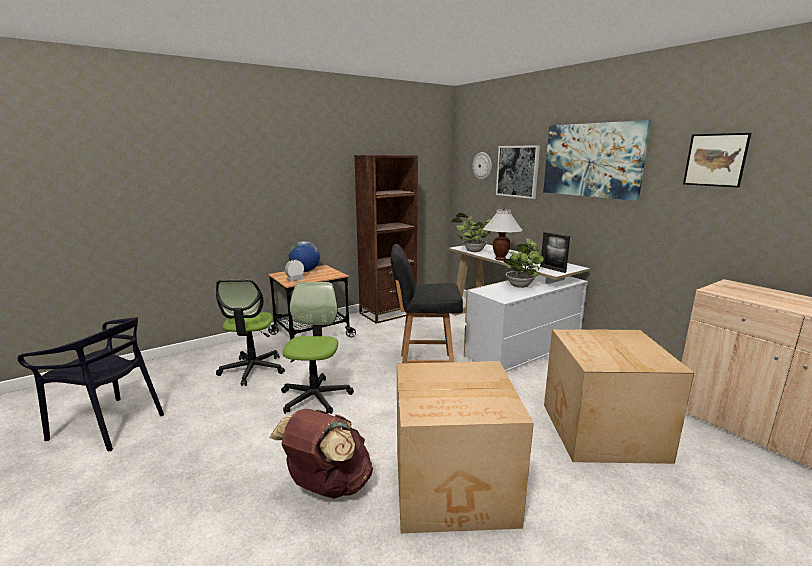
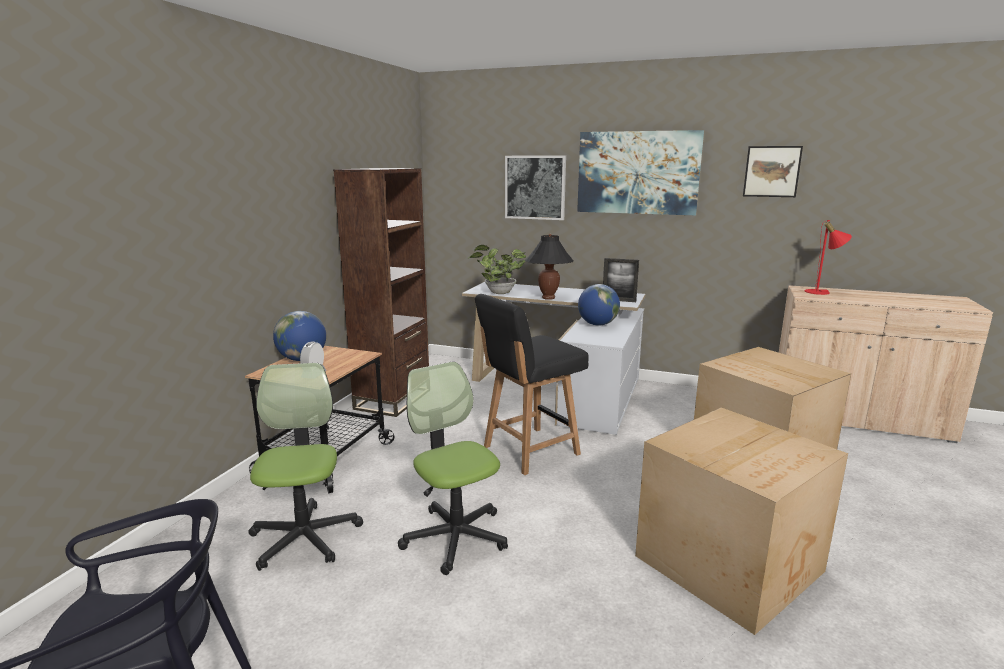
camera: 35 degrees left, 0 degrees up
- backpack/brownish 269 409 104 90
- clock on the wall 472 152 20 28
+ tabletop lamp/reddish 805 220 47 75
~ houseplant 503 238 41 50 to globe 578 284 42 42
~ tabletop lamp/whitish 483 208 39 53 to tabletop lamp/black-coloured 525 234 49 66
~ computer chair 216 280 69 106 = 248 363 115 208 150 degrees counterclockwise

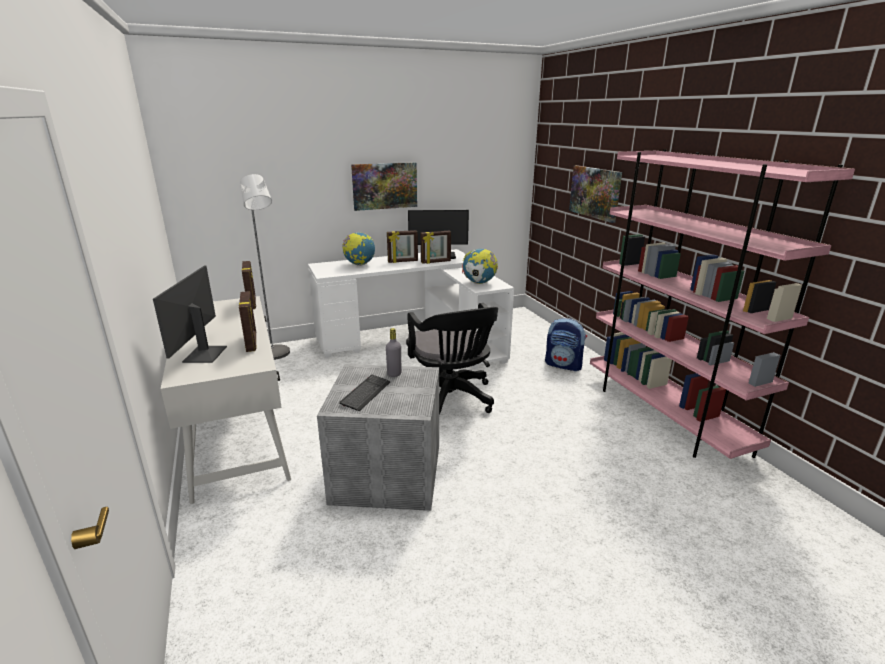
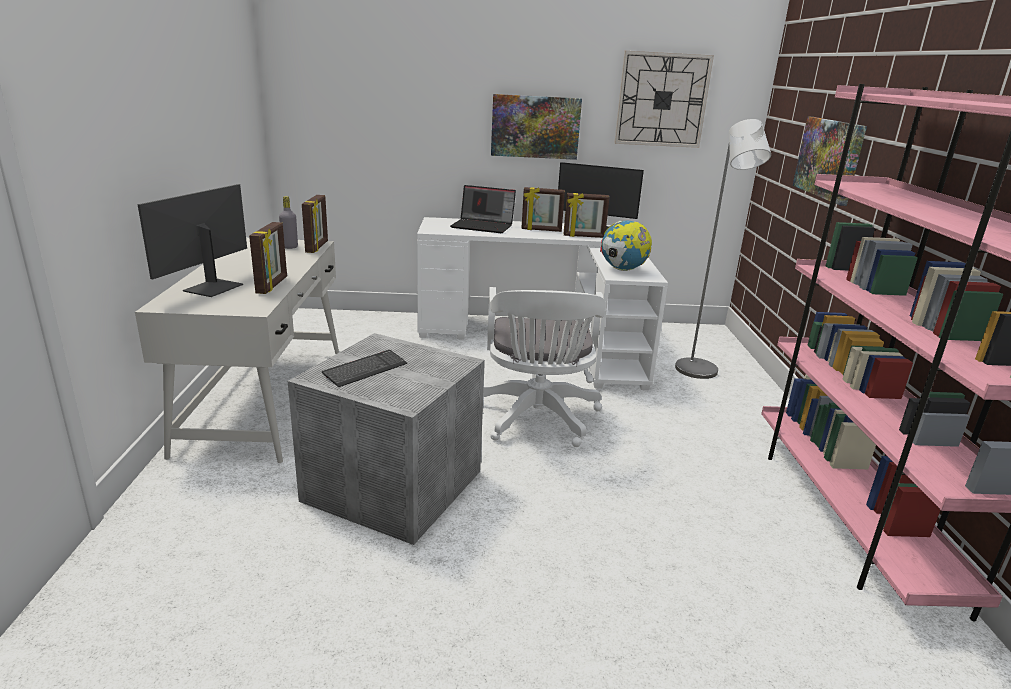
camera: 20 degrees right, 0 degrees up
- backpack 545 318 42 53
+ clock on the wall 614 51 100 97
~ standard lamp/greyish 240 174 50 186 to 675 119 96 260
~ drink bottle/greyish 386 328 15 49 to 279 196 19 53
~ globe 342 232 33 34 to portable computer 450 185 66 48
~ computer chair/black-coloured 406 303 92 112 to computer chair/whitish 483 287 123 160

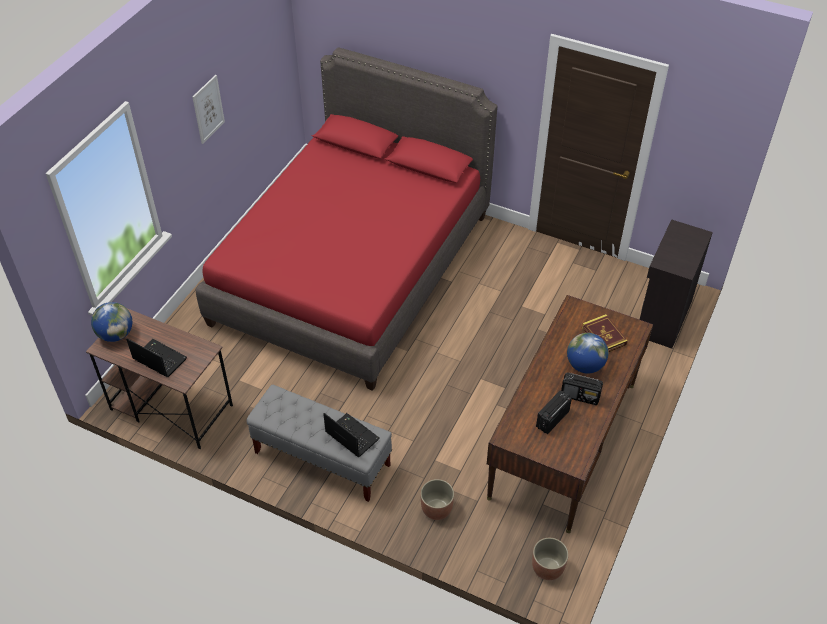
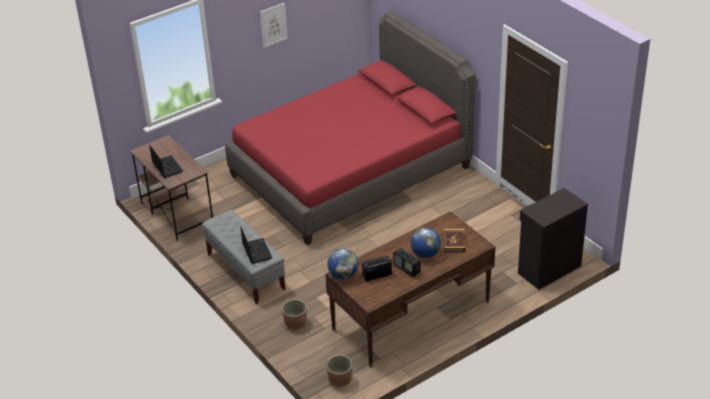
camera: 30 degrees right, 10 degrees down
~ globe 91 302 41 40 to 327 248 31 31

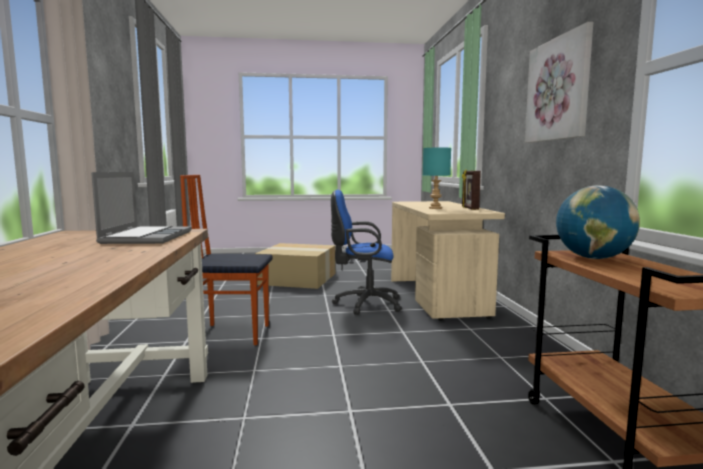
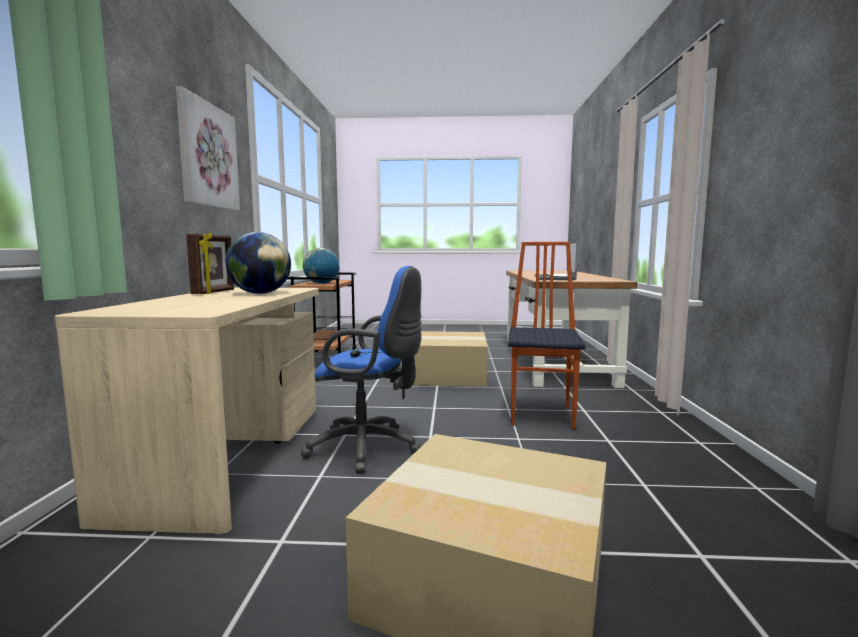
camera: 170 degrees left, 0 degrees up
+ packing box 413 331 75 56
~ tabletop lamp/turquoise 423 148 28 61 to globe 226 232 65 62
~ chair 180 175 93 170 = 508 242 77 188 90 degrees counterclockwise

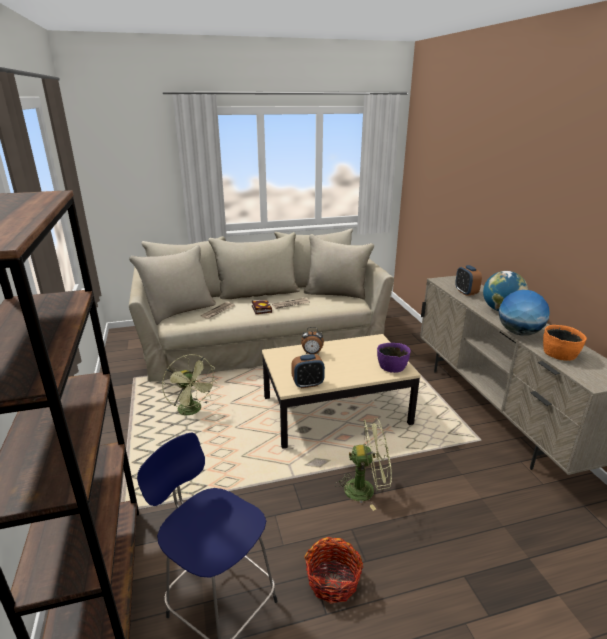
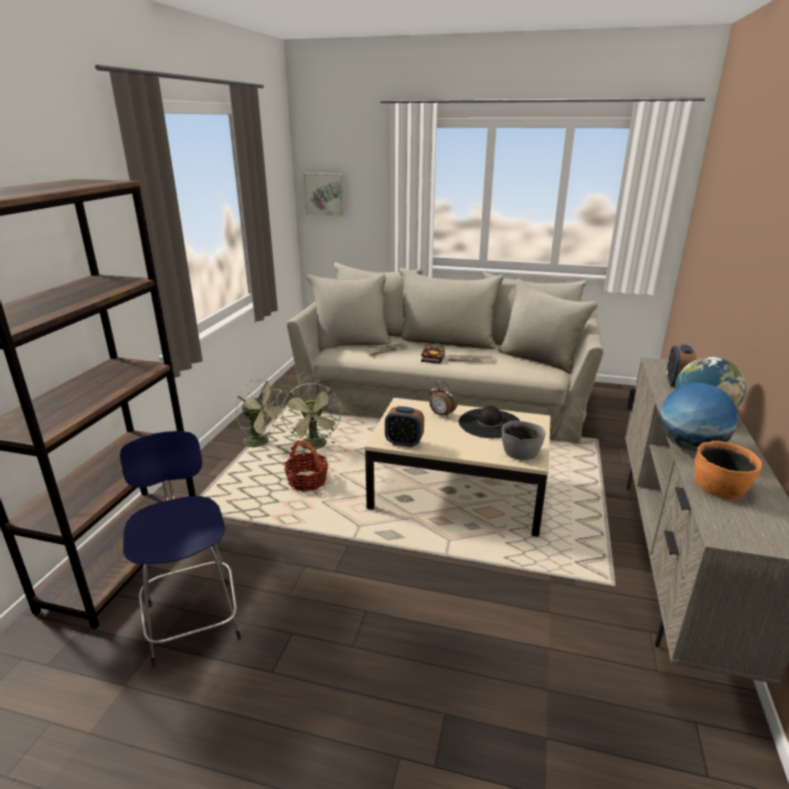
camera: 30 degrees right, 0 degrees up
+ picture 303 173 42 44
+ wearable hat/black-coloured 459 406 61 32
~ storage basket 304 537 59 67 to 284 440 44 52
~ cooling fan/green-coloured 335 418 57 93 to 236 379 49 68
~ serving bowl/purple-coloured 377 343 34 30 to serving bowl/greyish 502 421 43 39

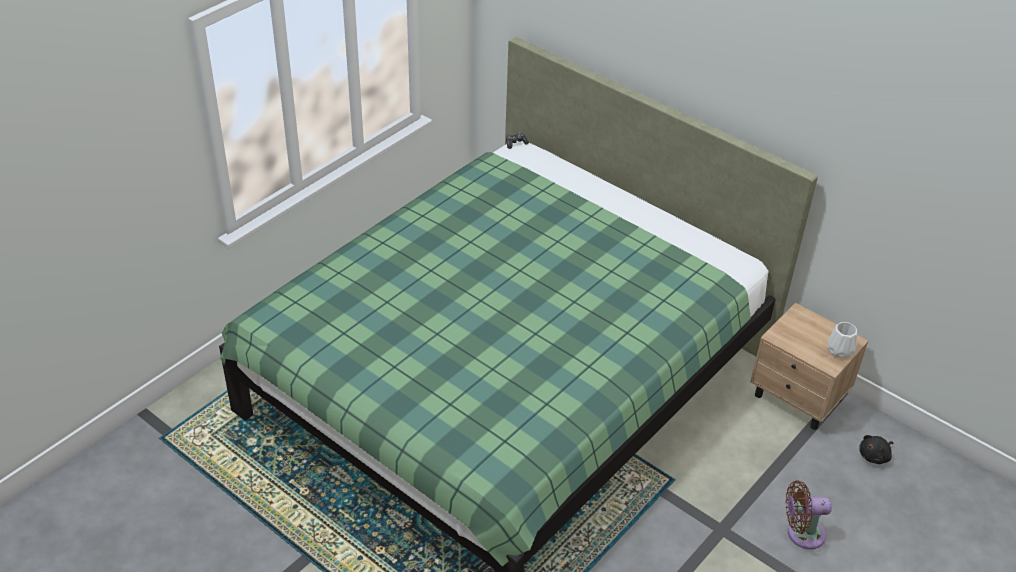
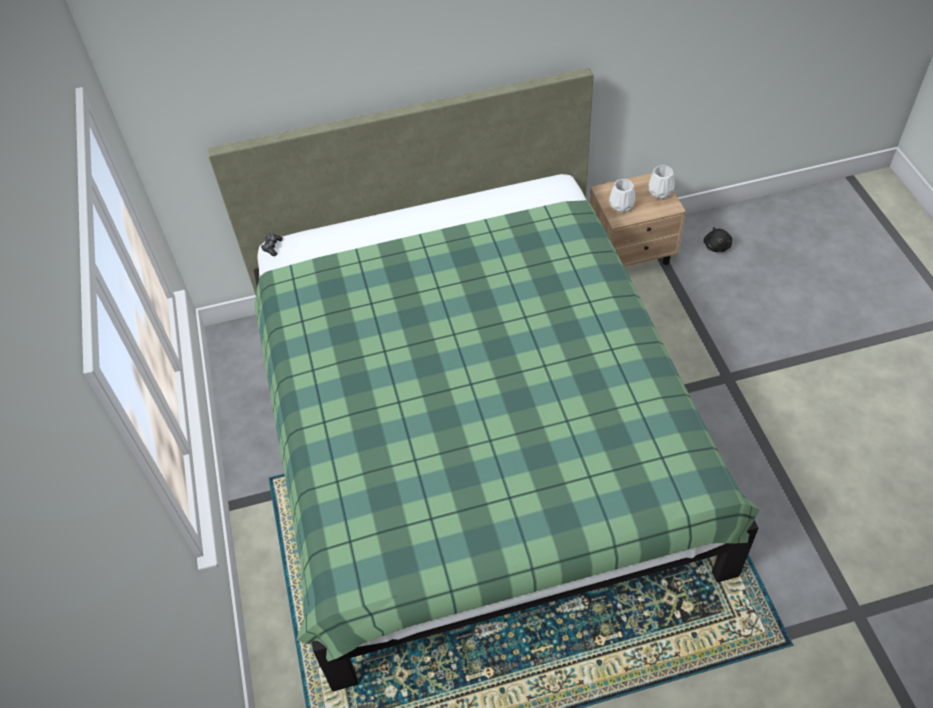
camera: 50 degrees left, 10 degrees up
- cooling fan/brownish 786 480 46 69
+ vase/whitish 609 179 26 34

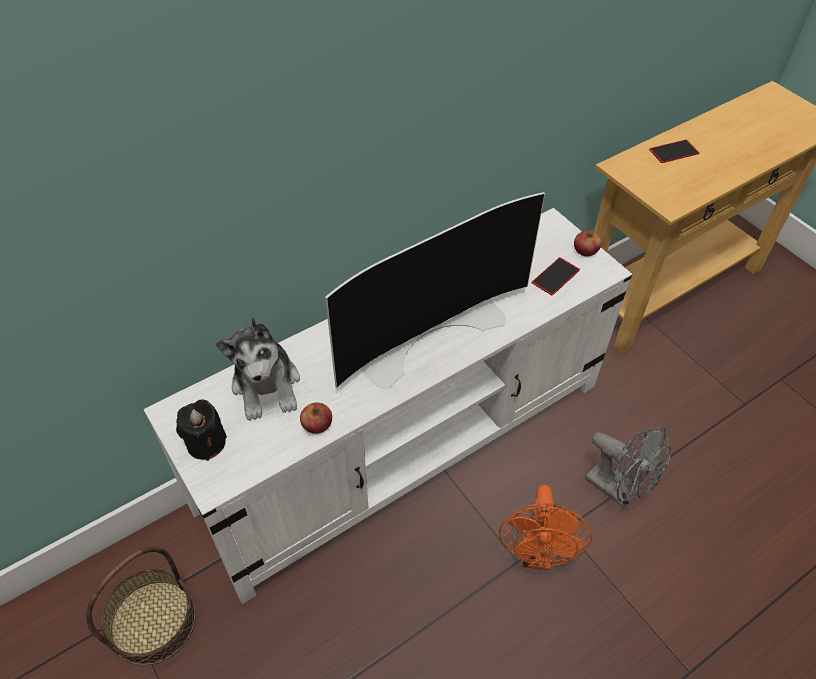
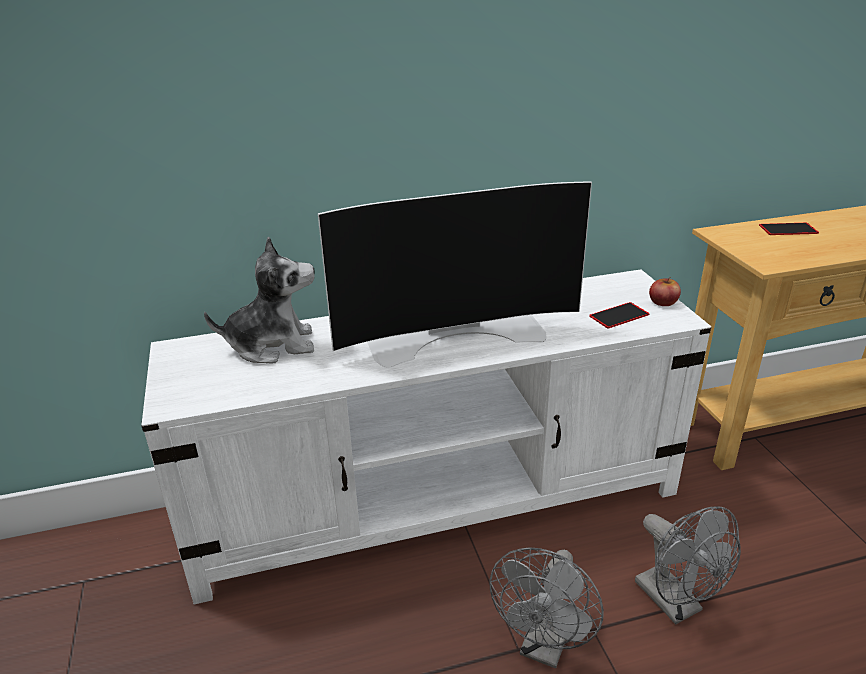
camera: 20 degrees right, 20 degrees down
- storage basket 86 547 110 119
- wax light/black-coloured 176 399 51 62
- apple fruit 300 403 32 31
~ cooling fan/orange 499 485 93 85 to cooling fan/greyish 489 547 115 121
~ plush toy 216 317 84 104 = 204 236 111 128 105 degrees counterclockwise

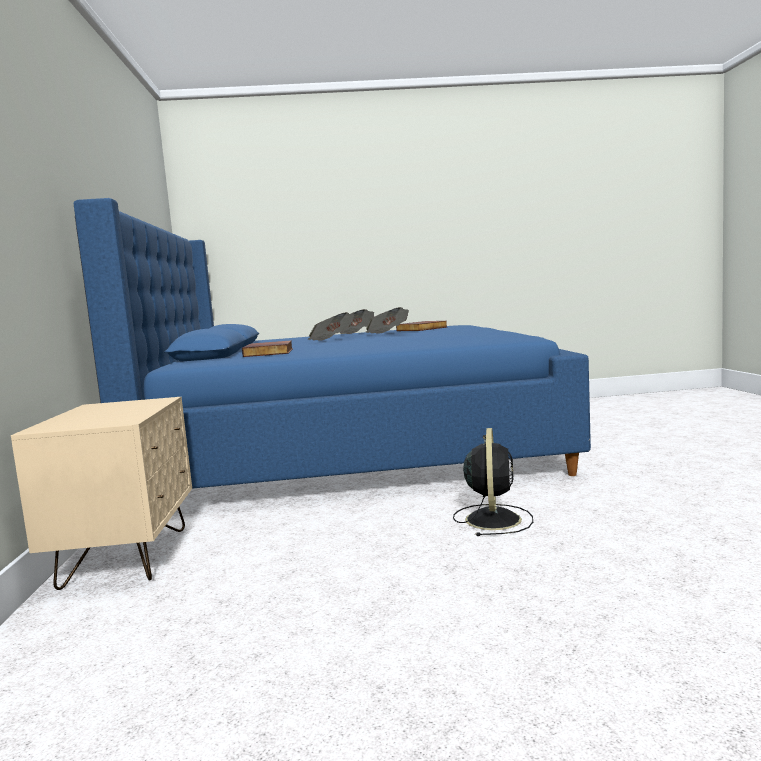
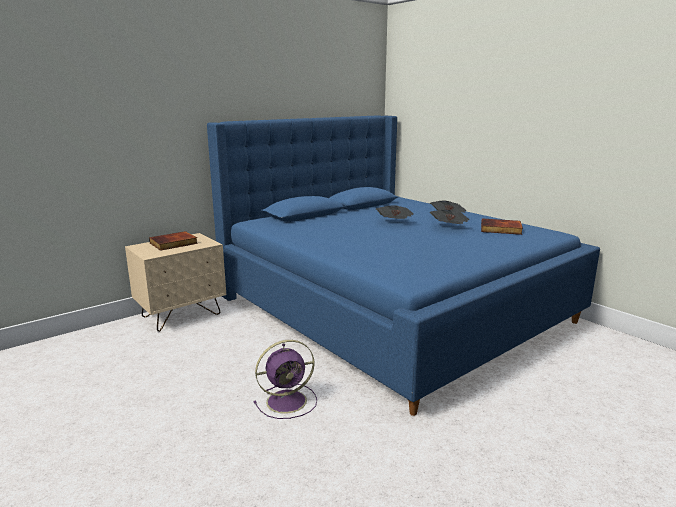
camera: 55 degrees right, 10 degrees up
~ bound book 242 340 51 17 to 149 231 49 20
~ cooling fan/black-coloured 453 428 80 108 to cooling fan/purple-coloured 254 340 63 79

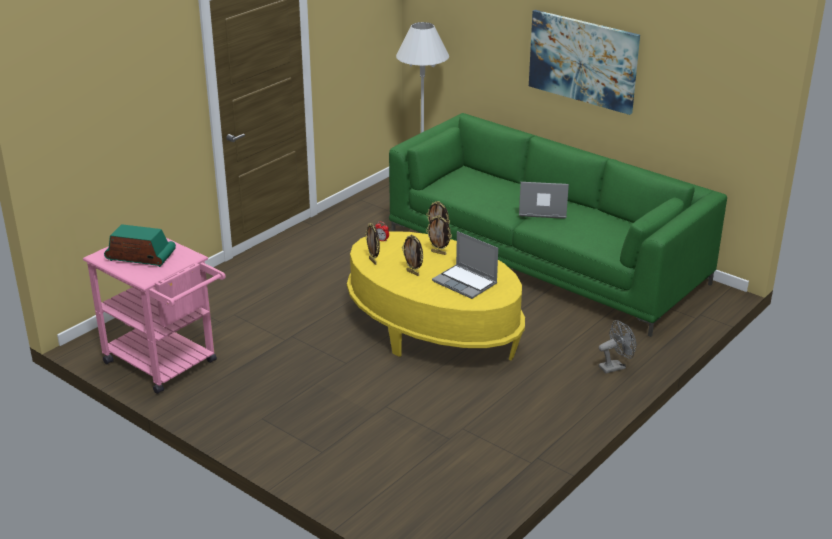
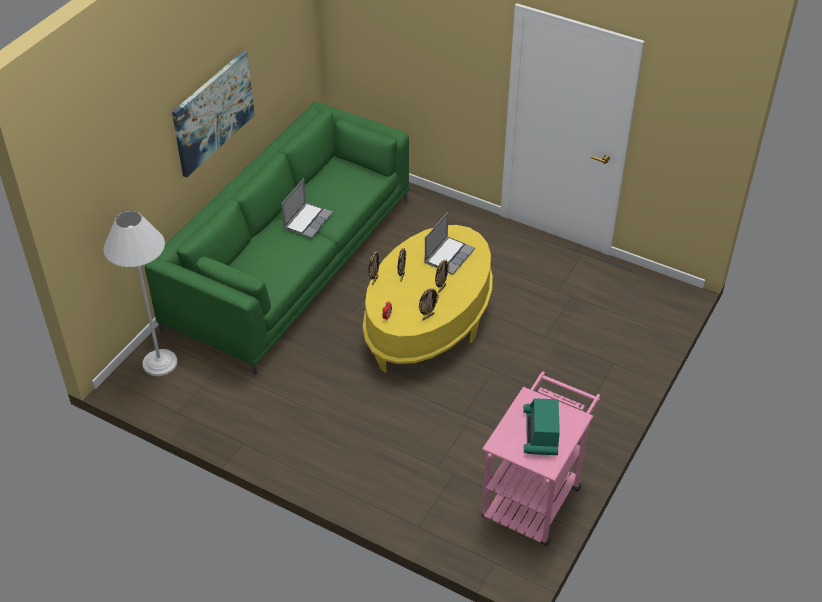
camera: 100 degrees left, 15 degrees up
- cooling fan/greyish 599 320 37 54
~ portable computer 519 182 50 37 = 281 178 52 60 150 degrees counterclockwise

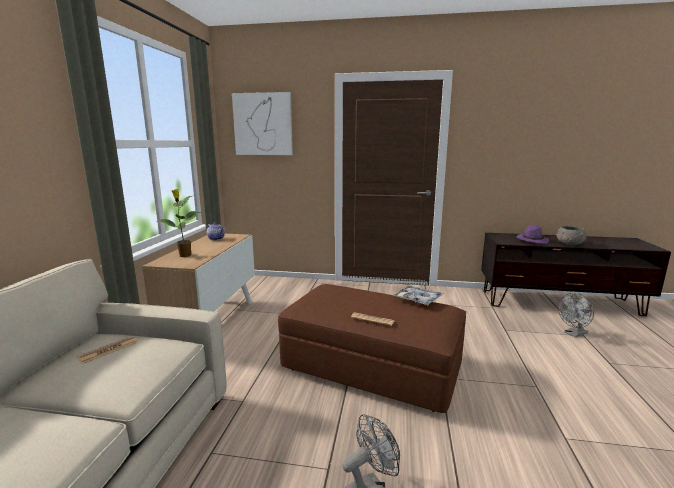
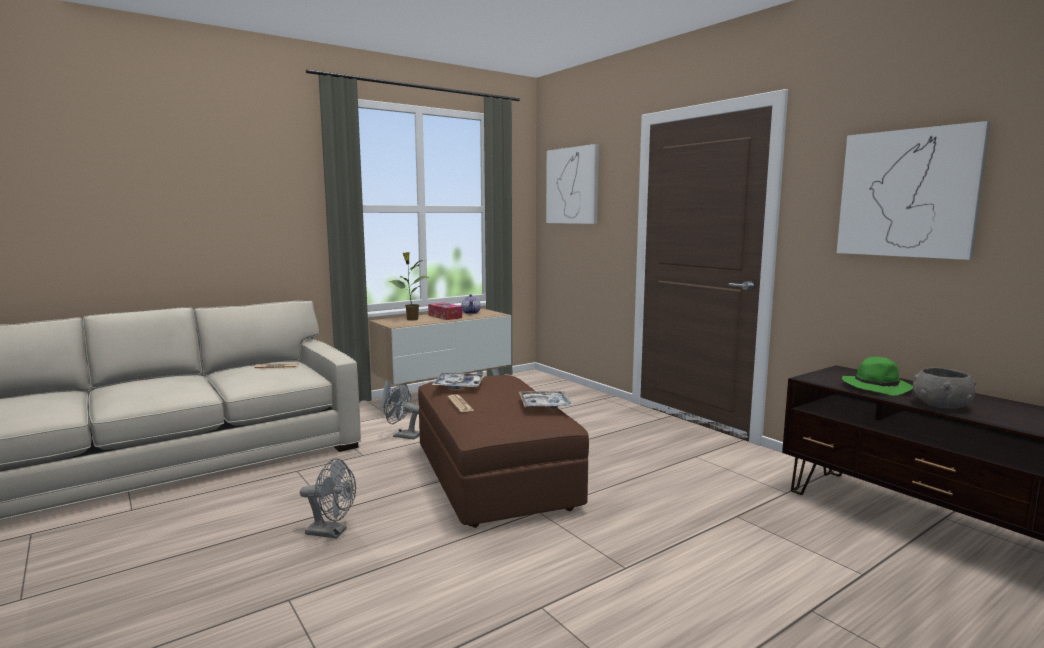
camera: 45 degrees right, 5 degrees down
+ tissue box 428 303 34 17
+ serving tray 432 373 53 16
+ picture 837 121 153 139
~ cooling fan/greyish 558 293 36 45 to 384 384 36 56
~ wearable hat/purple-coloured 517 225 32 19 to wearable hat/green-coloured 842 357 71 39

